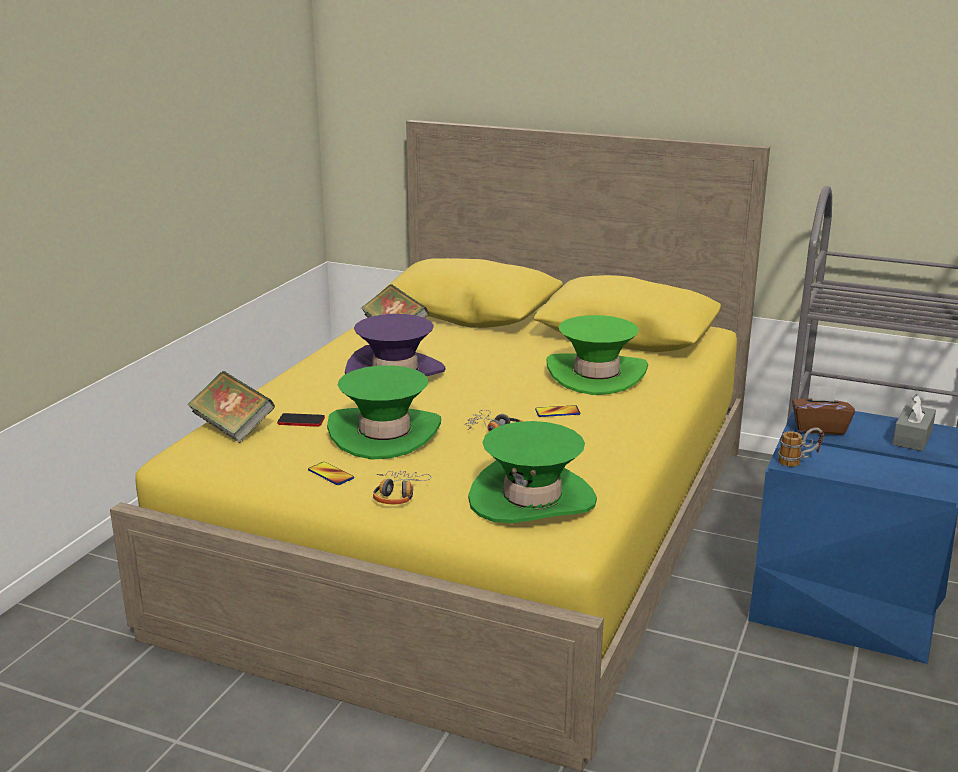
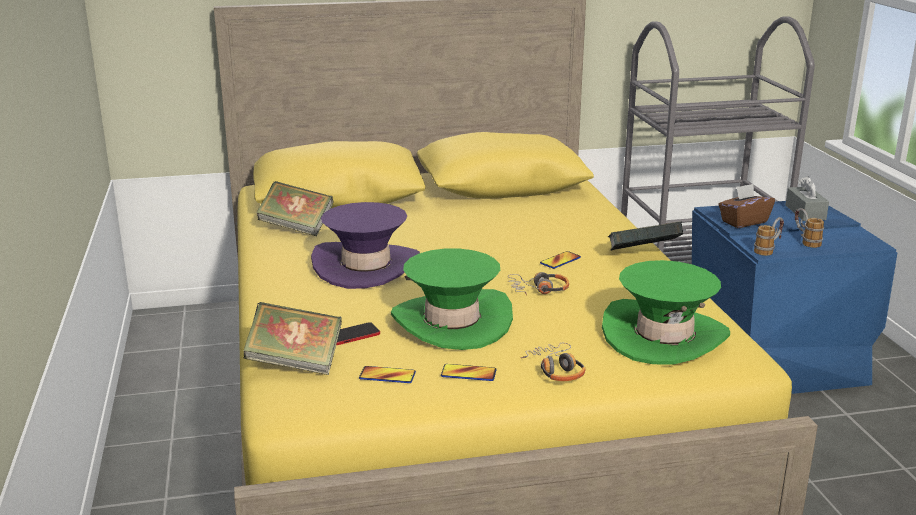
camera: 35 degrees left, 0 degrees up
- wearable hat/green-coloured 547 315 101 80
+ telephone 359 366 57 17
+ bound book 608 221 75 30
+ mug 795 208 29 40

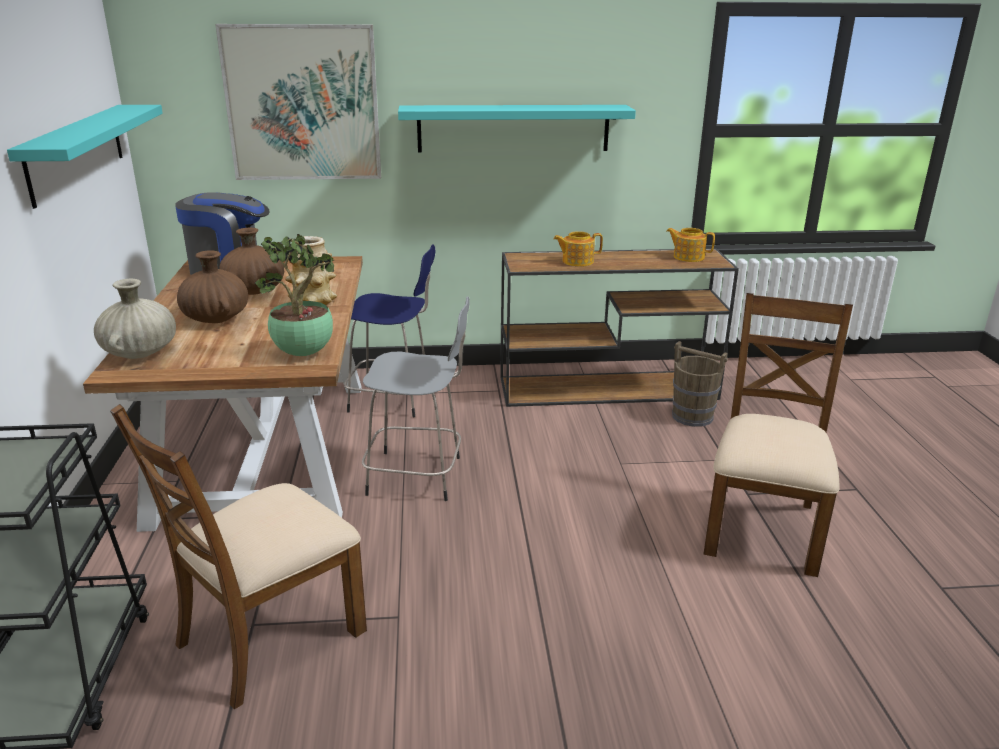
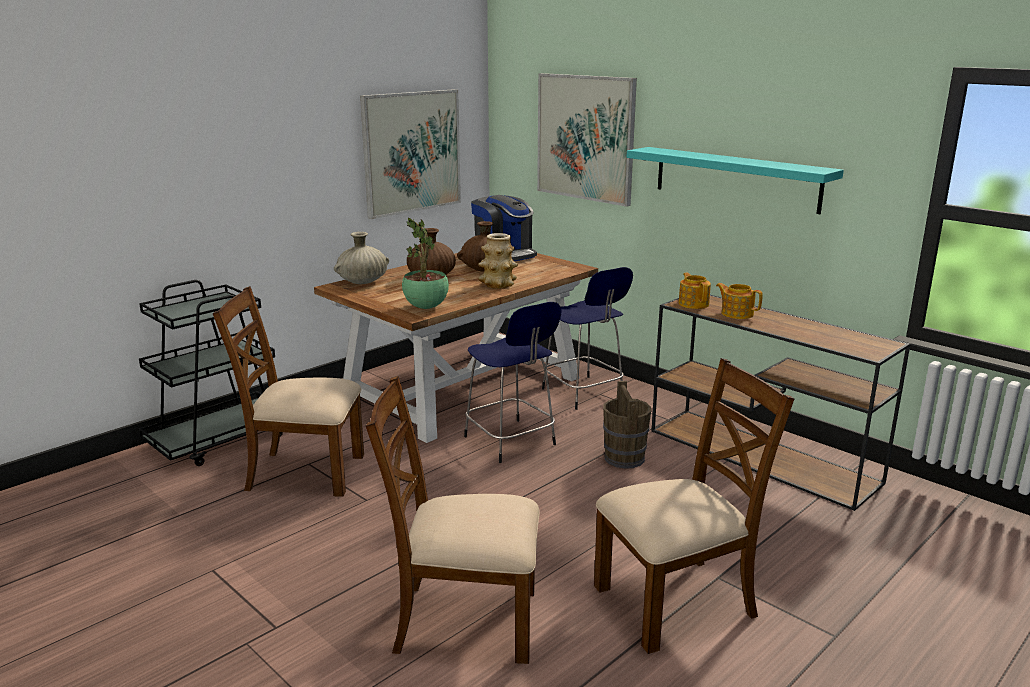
camera: 50 degrees right, 5 degrees down
+ chair/brownish 366 376 174 288
~ pot for tea 667 228 48 34 to 679 273 32 36
~ bucket/brownish 672 341 56 86 to 603 381 48 88
~ shelf/turquoise 7 105 156 104 to picture 360 89 101 130
~ stool seat/greyish 362 296 108 205 to stool seat/blue-coloured 464 302 98 161

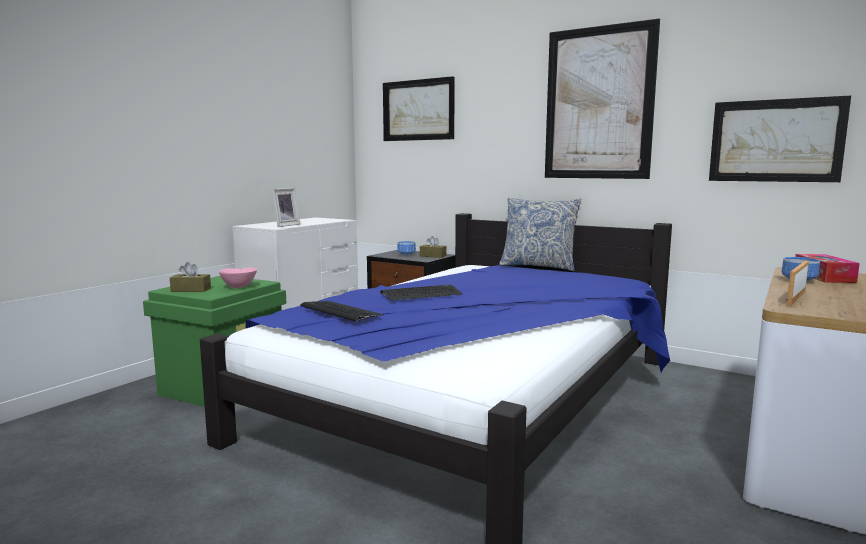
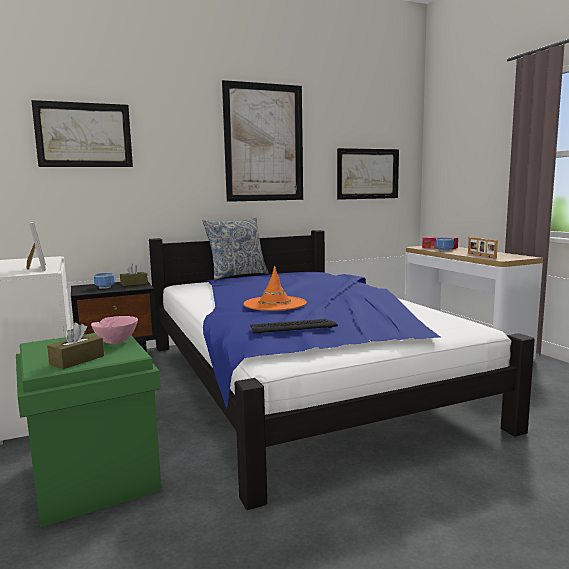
camera: 55 degrees left, 0 degrees up
~ keyboard 380 285 83 16 to wearable hat/orange 243 266 64 45

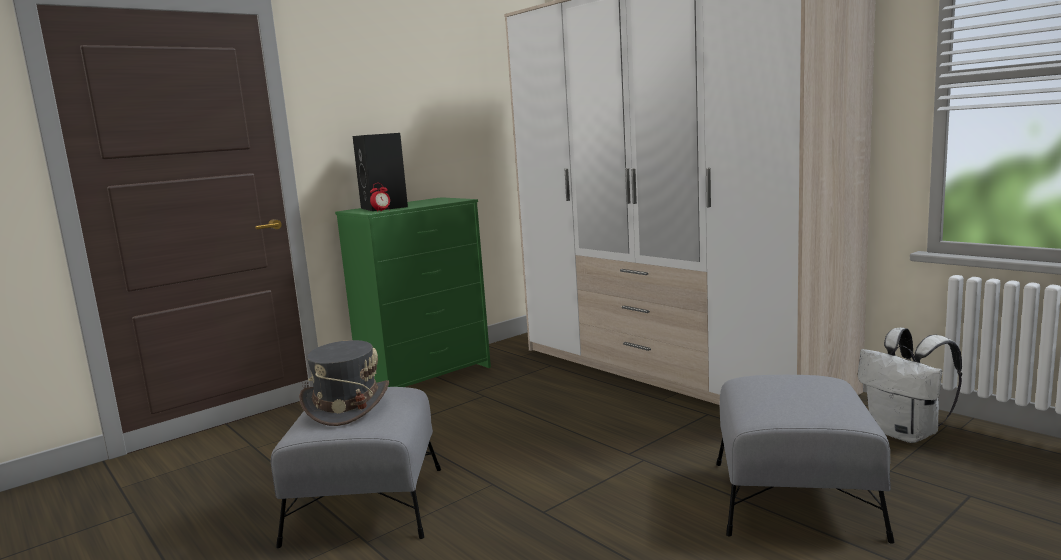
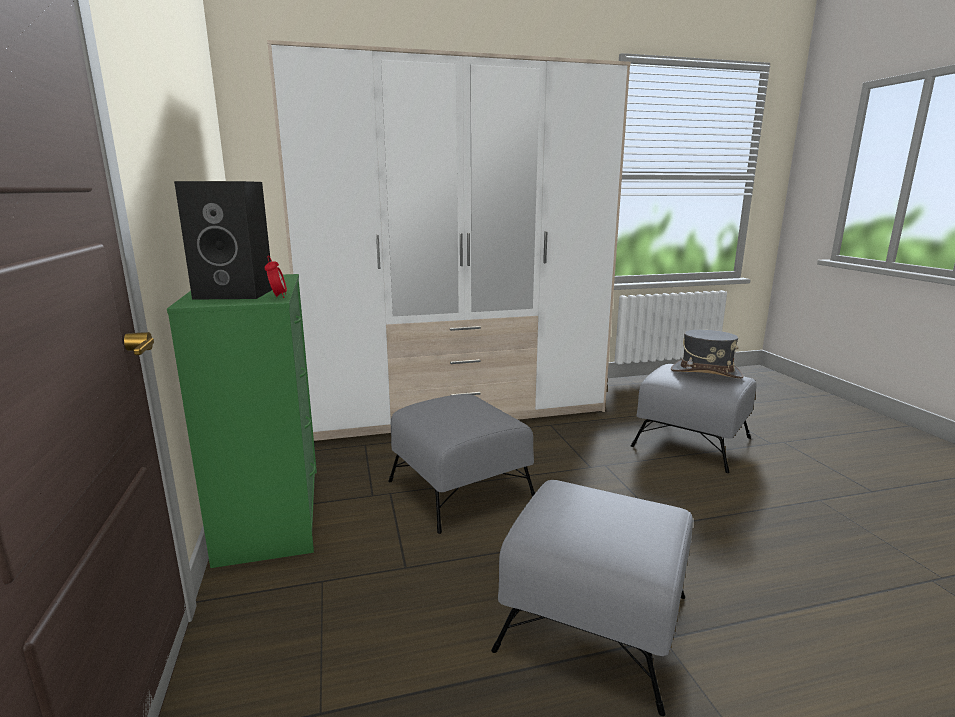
camera: 65 degrees left, 5 degrees up
- backpack/whitish 858 328 104 115
+ footrest/greyish 388 394 147 140
~ wearable hat/greyish 299 340 90 86 to 671 330 73 49

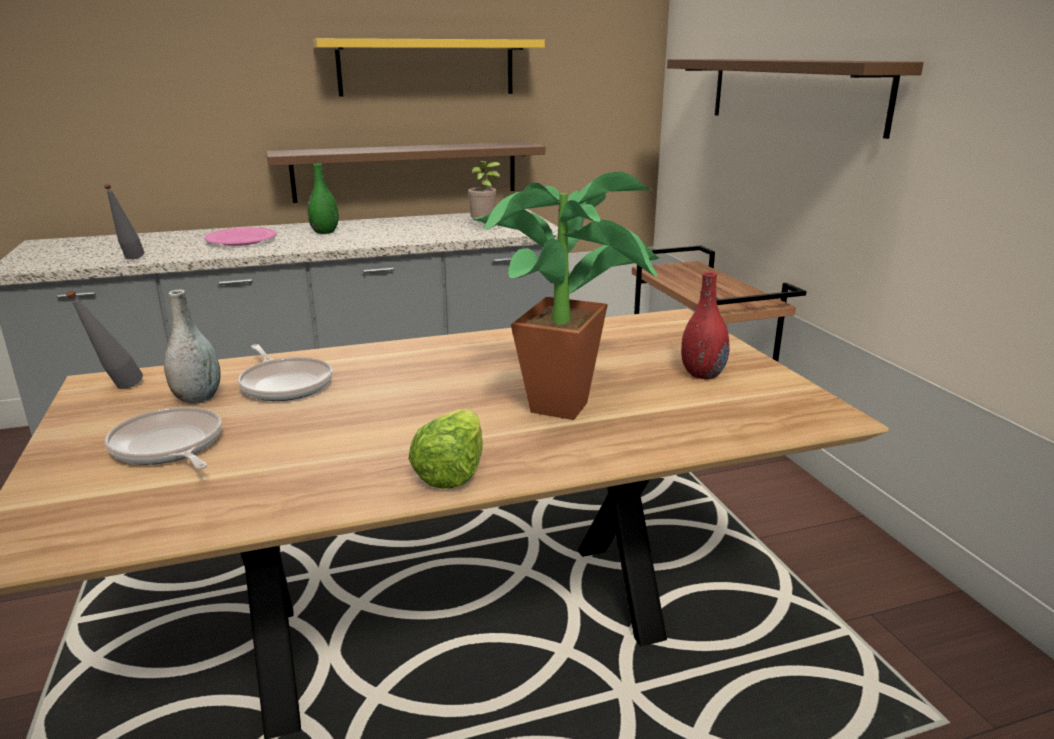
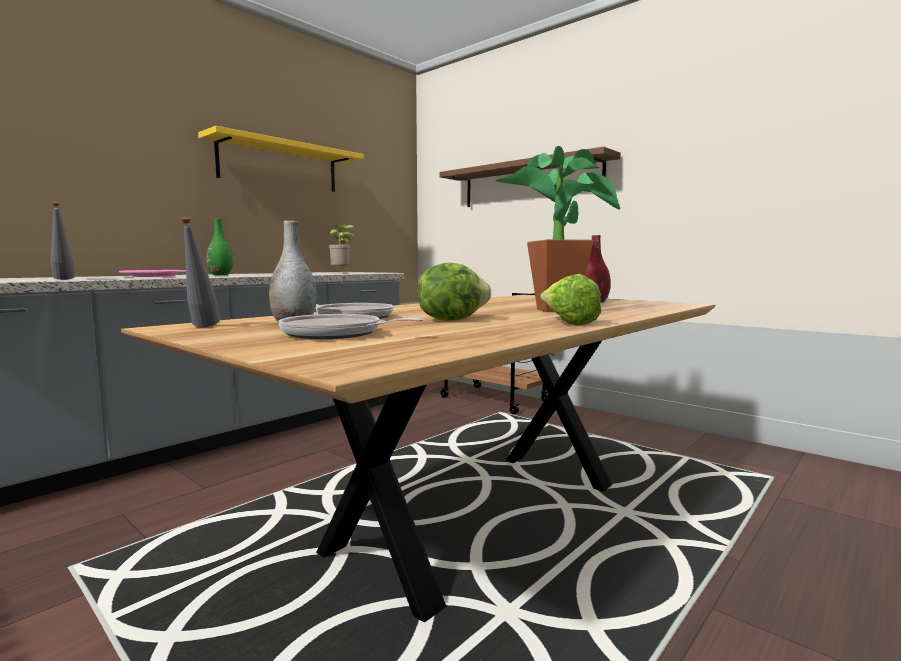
camera: 30 degrees left, 15 degrees down
- shelf/brownish 267 142 278 61
+ head of lettuce 417 263 74 58

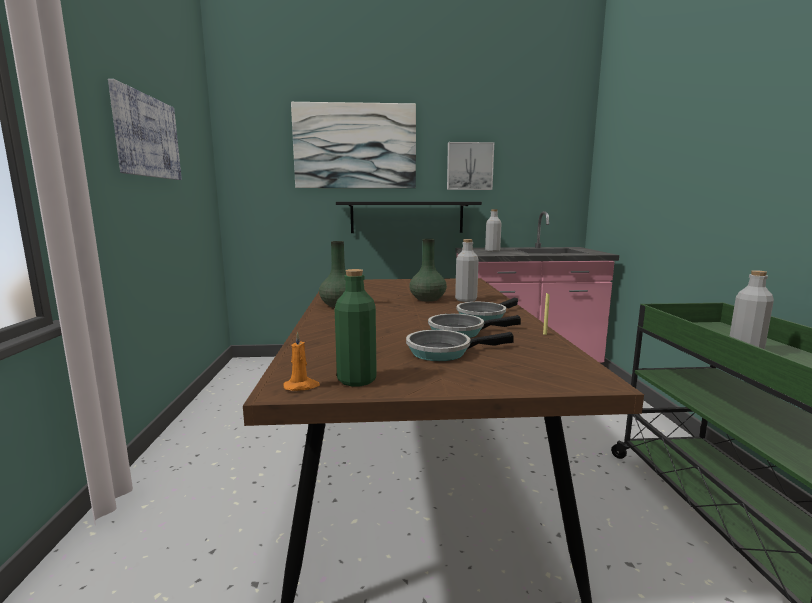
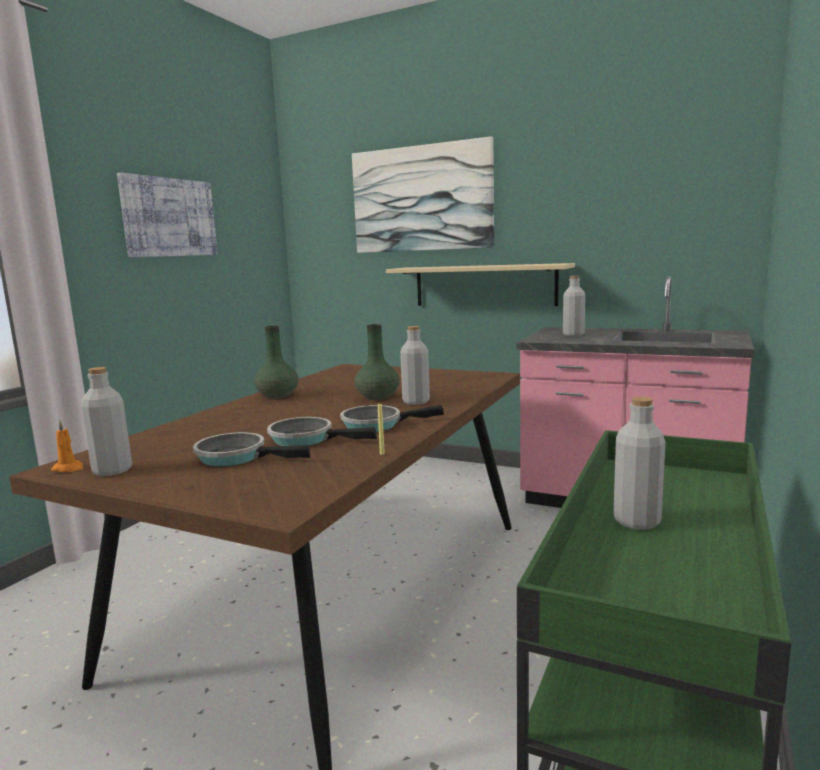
camera: 30 degrees right, 0 degrees up
- picture 447 142 47 48
~ drink bottle/green-coloured 335 269 42 117 to drink bottle/greyish 81 367 51 109
~ shelf/black-coloured 336 202 146 31 to shelf/beige 386 263 189 43

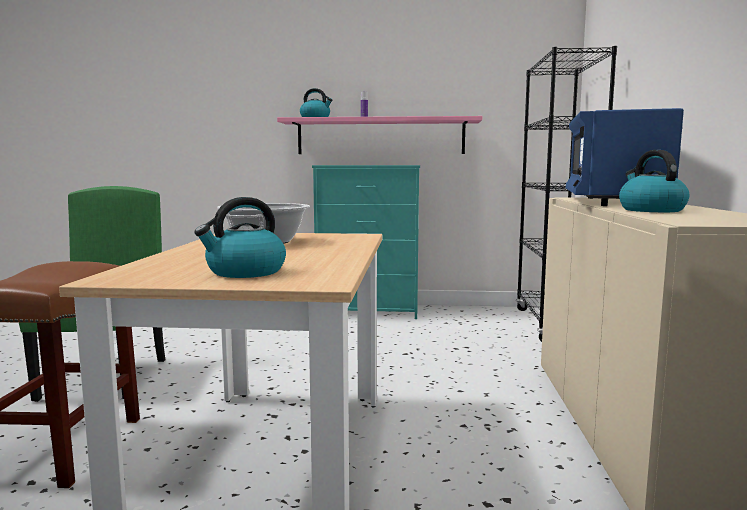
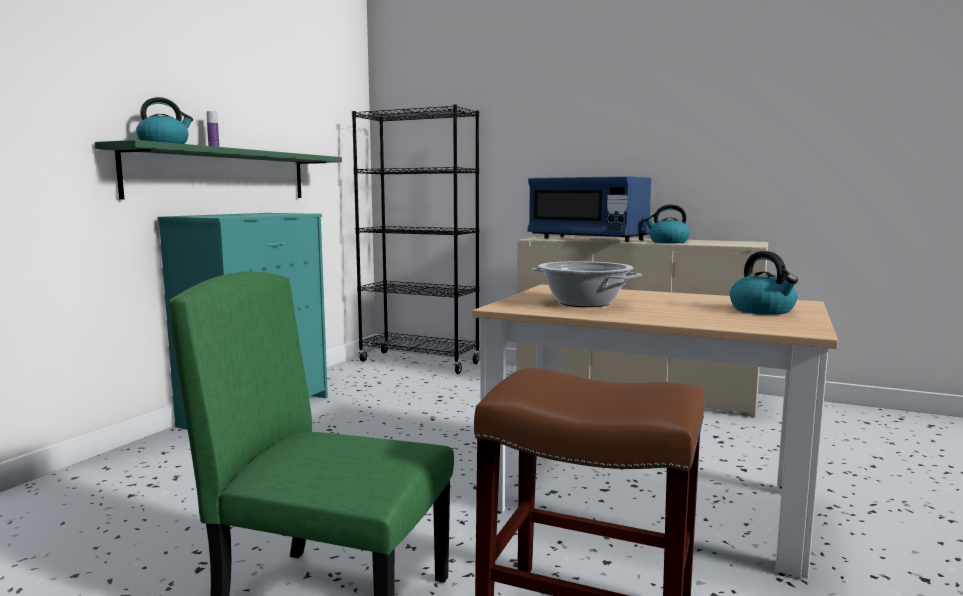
camera: 70 degrees left, 0 degrees up
~ shelf/pinkish 277 116 205 38 to shelf/green-coloured 95 140 247 60

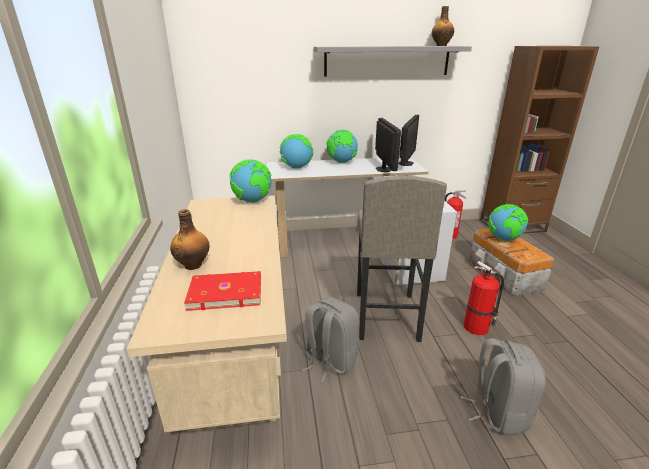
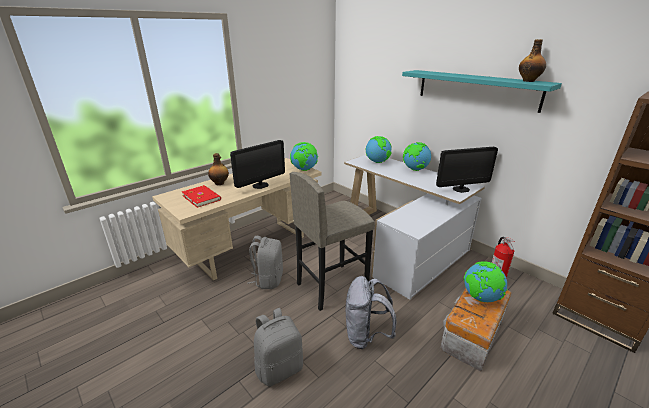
camera: 55 degrees right, 0 degrees up
~ monitor 375 118 26 54 to 230 140 55 49
~ extinguisher 464 261 40 74 to backpack/greyish 346 276 51 73
~ shelf/greyish 314 46 158 31 to shelf/turquoise 402 70 160 43

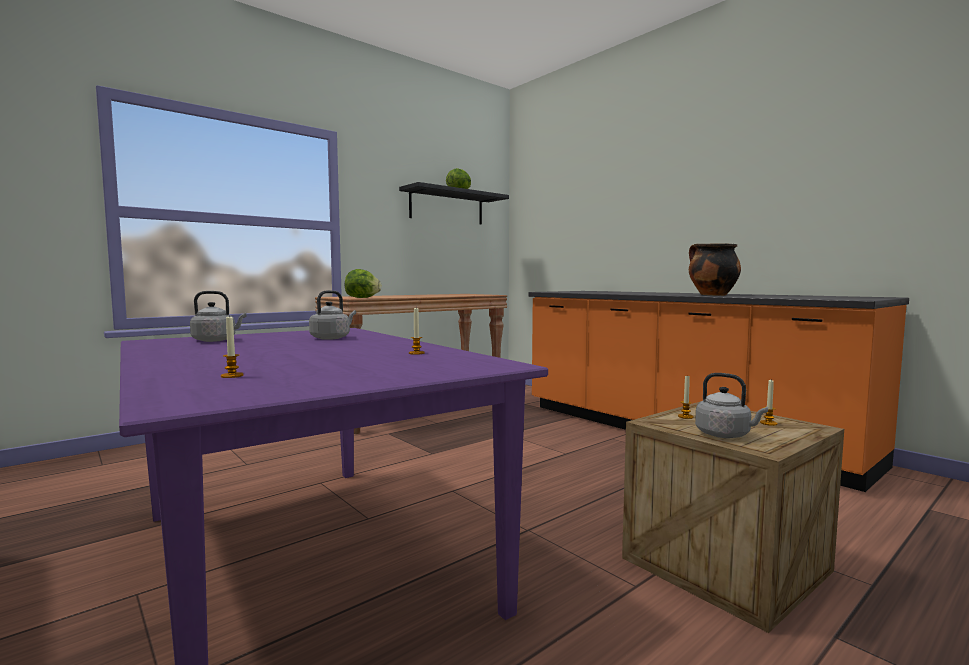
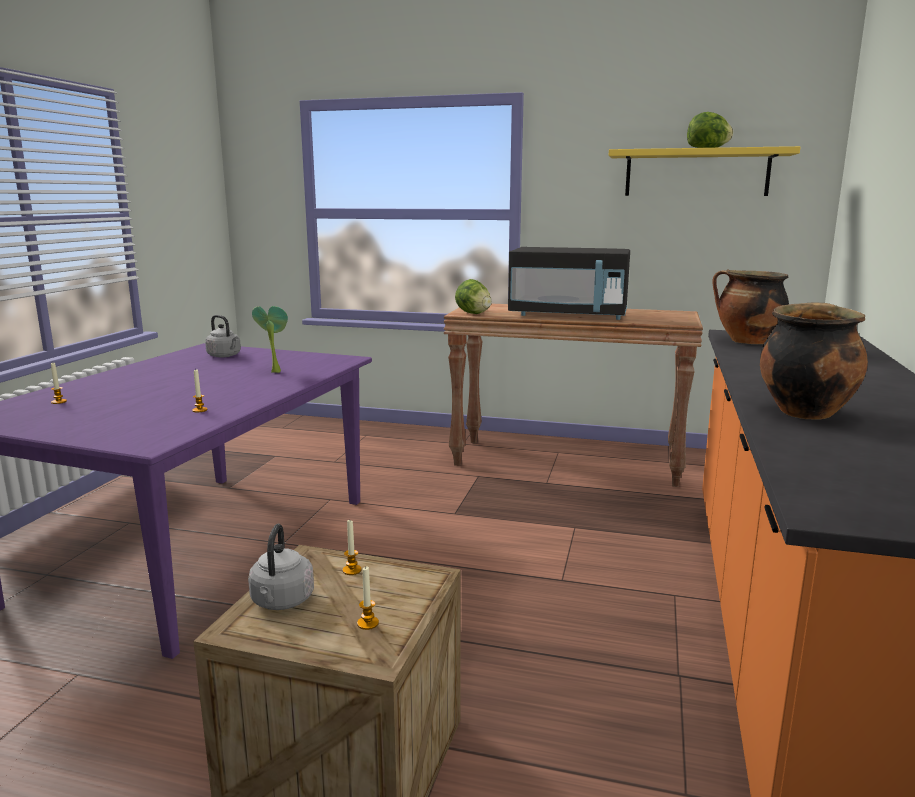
camera: 55 degrees right, 10 degrees up
+ kitchen microwave/black-coloured 508 247 122 73
+ cooking pot 713 269 76 75
~ water kettle/greyish 309 290 47 50 to houseplant 252 306 36 67
~ shelf/black-coloured 399 182 110 42 to shelf/yellowish 609 146 191 50

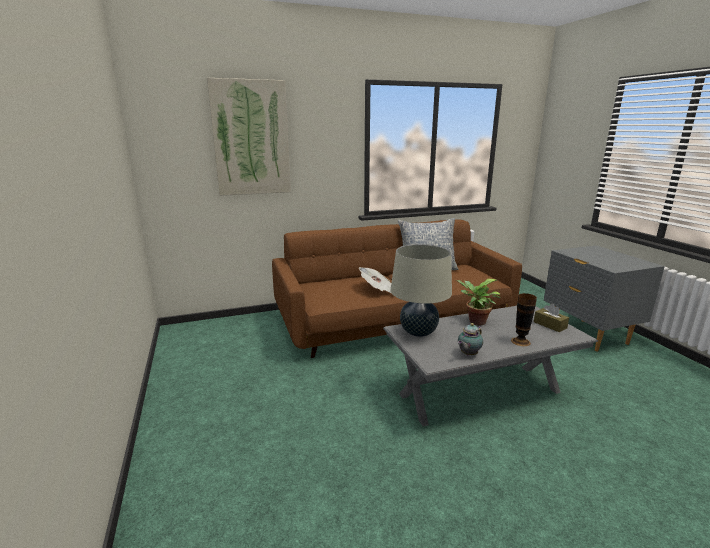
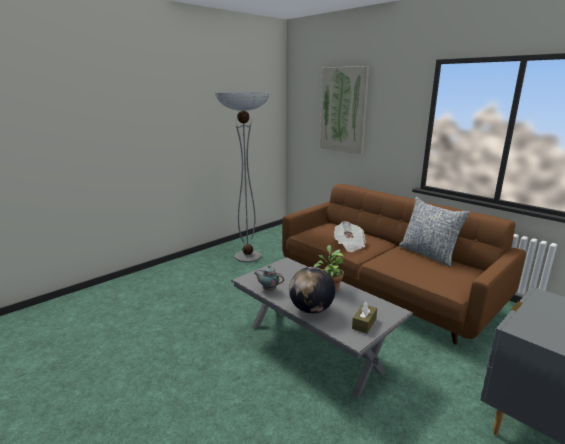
camera: 65 degrees right, 0 degrees up
- tabletop lamp/beige 390 244 62 93
+ standard lamp 215 92 54 170
~ vase 511 293 26 53 to globe 289 267 46 47

